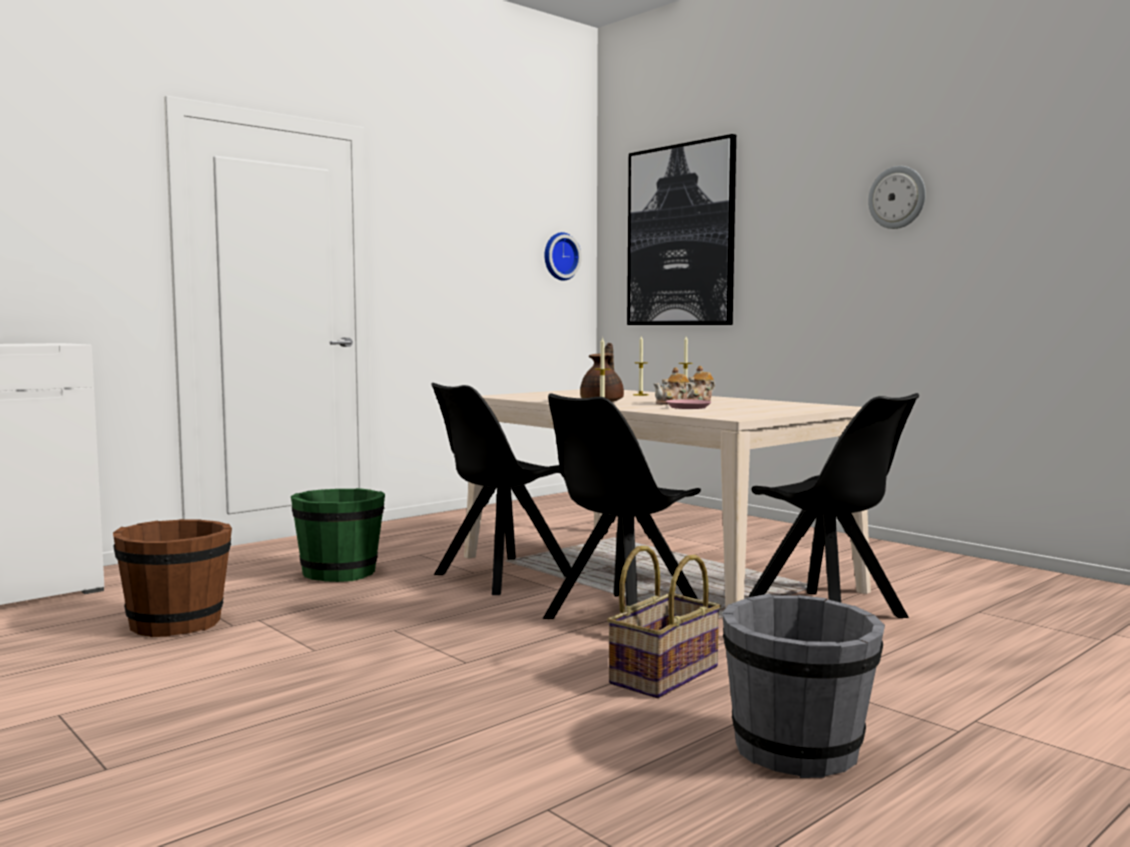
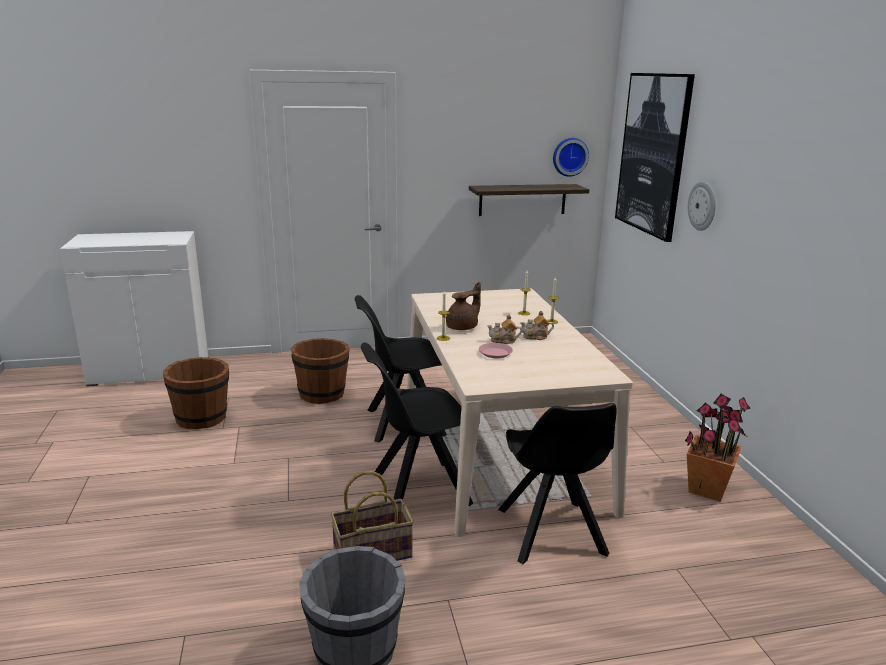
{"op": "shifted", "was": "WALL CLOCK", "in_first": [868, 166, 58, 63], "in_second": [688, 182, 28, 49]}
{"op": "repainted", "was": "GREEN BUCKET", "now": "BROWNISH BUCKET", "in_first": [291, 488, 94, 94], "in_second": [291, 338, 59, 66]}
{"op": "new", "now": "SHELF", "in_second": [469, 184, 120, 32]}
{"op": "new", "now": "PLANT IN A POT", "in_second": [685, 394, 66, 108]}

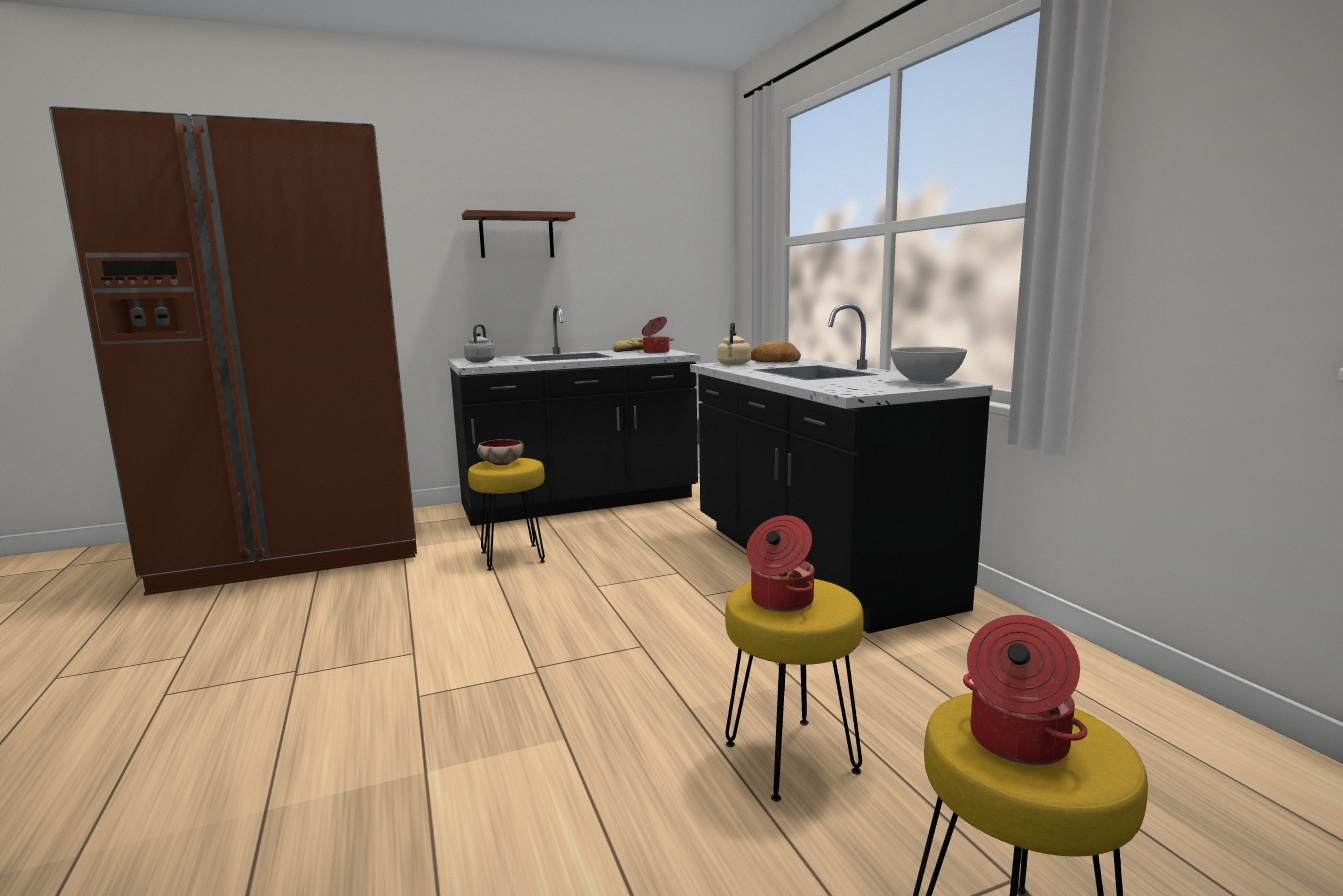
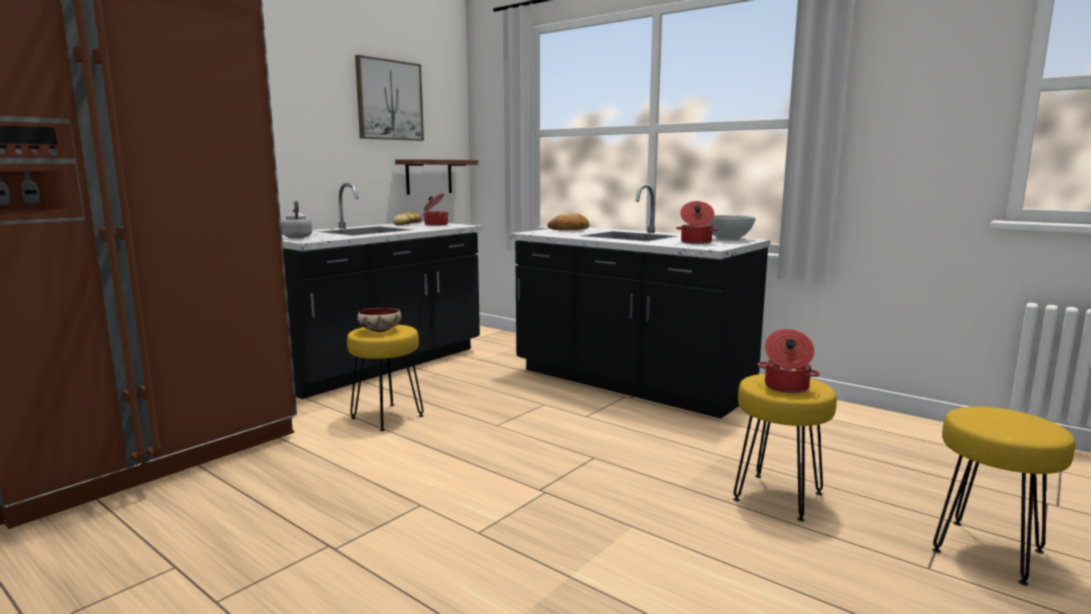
{"op": "shifted", "was": "SHELF", "in_first": [462, 210, 113, 48], "in_second": [395, 159, 83, 36]}
{"op": "gone", "was": "SAND-COLOURED KETTLE", "in_first": [717, 322, 34, 43]}
{"op": "shifted", "was": "SAUCEPOT", "in_first": [963, 615, 124, 150], "in_second": [676, 201, 42, 43]}
{"op": "new", "now": "PICTURE", "in_second": [355, 55, 69, 86]}

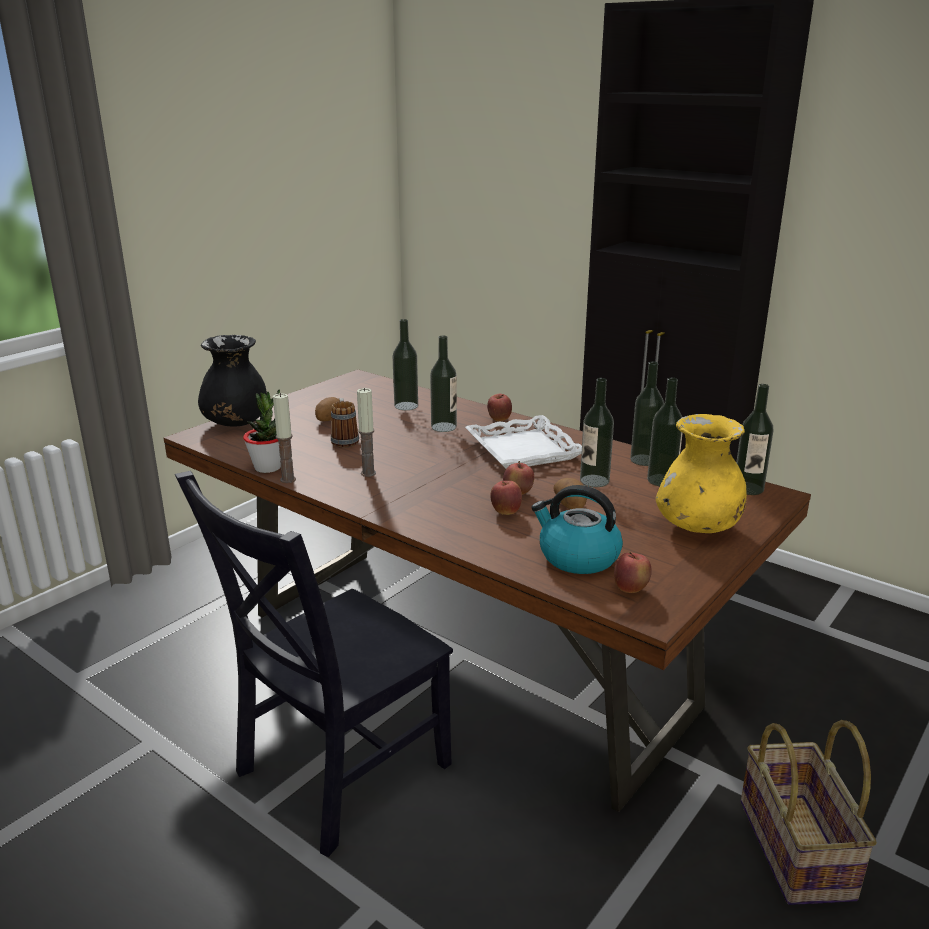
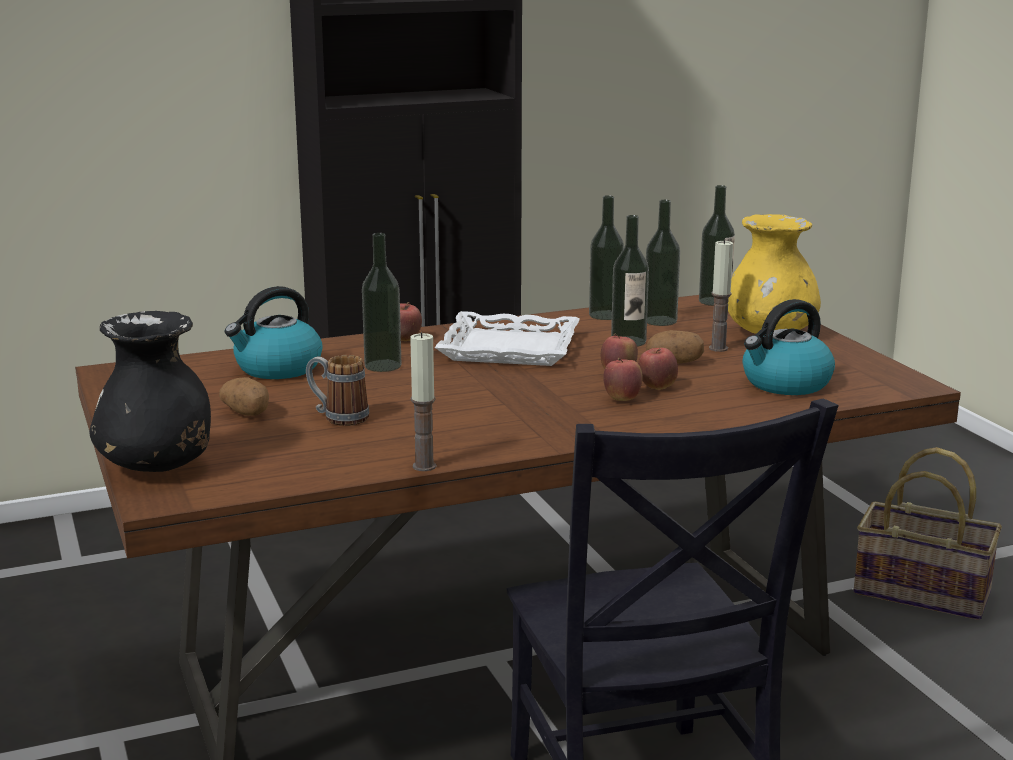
{"op": "swapped", "was": "BEVERAGE BOTTLE", "now": "KETTLE", "in_first": [392, 319, 26, 91], "in_second": [225, 286, 97, 93]}
{"op": "shifted", "was": "WAX CANDLE", "in_first": [357, 388, 19, 89], "in_second": [709, 239, 24, 113]}
{"op": "gone", "was": "PLANT IN A POT", "in_first": [243, 390, 38, 83]}
{"op": "shifted", "was": "APPLE", "in_first": [614, 552, 38, 41], "in_second": [603, 358, 39, 43]}

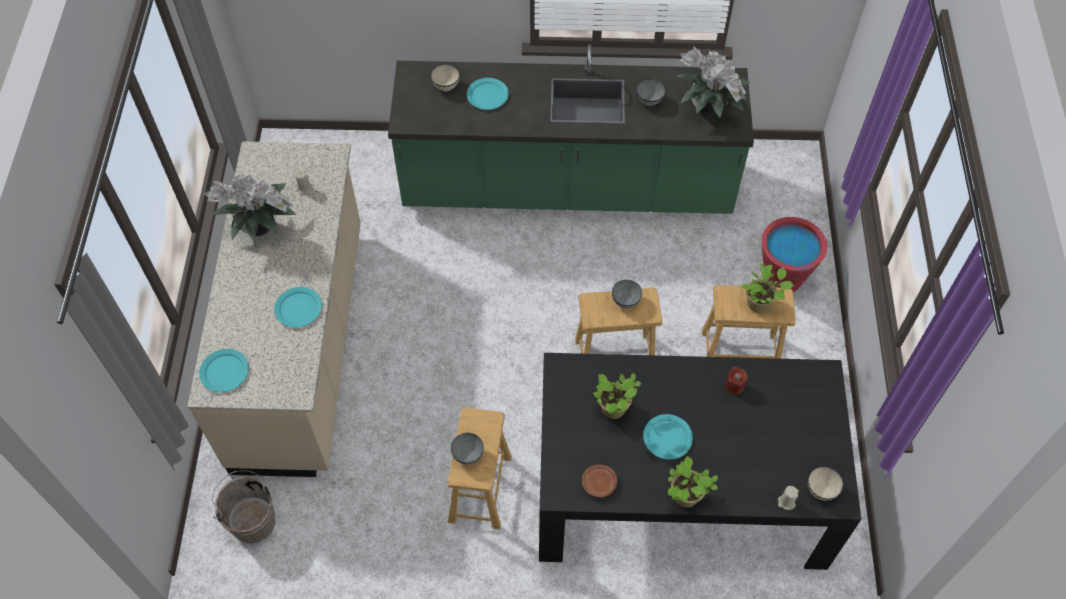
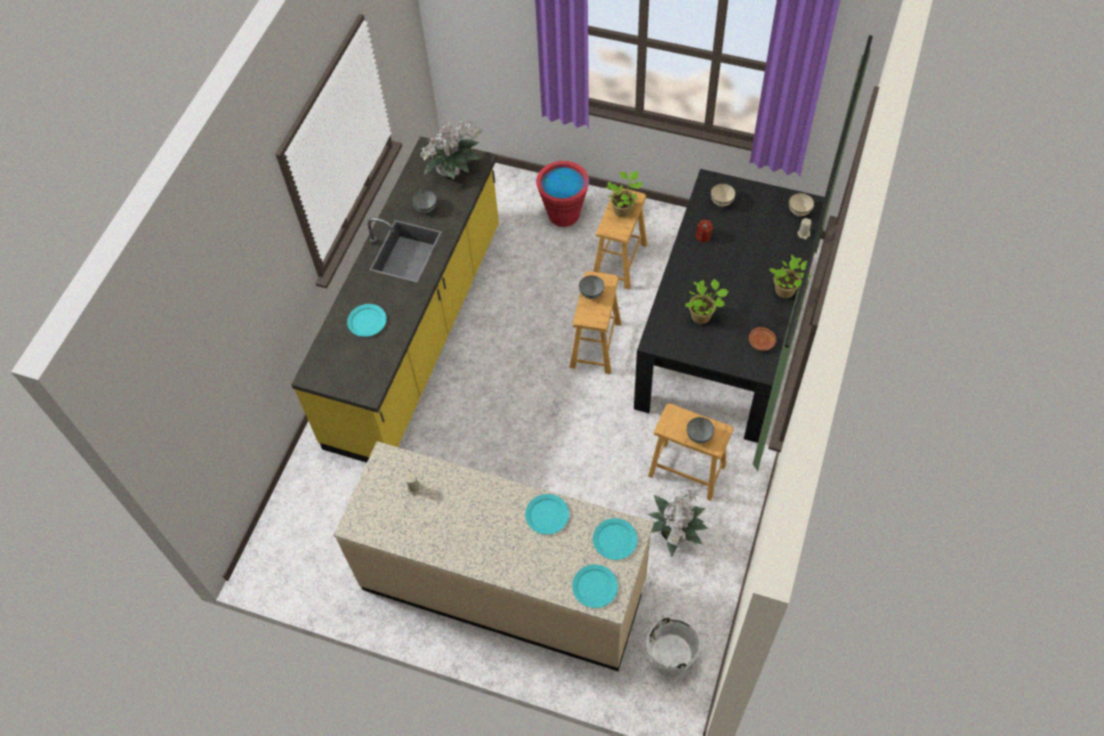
{"op": "repainted", "was": "GREEN KITCHEN BASE UNIT", "now": "YELLOW KITCHEN BASE UNIT", "in_first": [388, 44, 366, 170], "in_second": [291, 136, 208, 327]}
{"op": "shifted", "was": "SAND-COLOURED SERVING BOWL", "in_first": [431, 65, 28, 26], "in_second": [711, 183, 25, 24]}
{"op": "shifted", "was": "PLANT IN A POT", "in_first": [204, 175, 92, 67], "in_second": [648, 482, 60, 75]}
{"op": "shifted", "was": "TURQUOISE FLAT DISH", "in_first": [643, 414, 50, 46], "in_second": [593, 518, 45, 42]}
{"op": "repainted", "was": "BROWNISH BUCKET", "now": "WHITE-COLOURED BUCKET", "in_first": [212, 470, 63, 73], "in_second": [640, 616, 61, 60]}

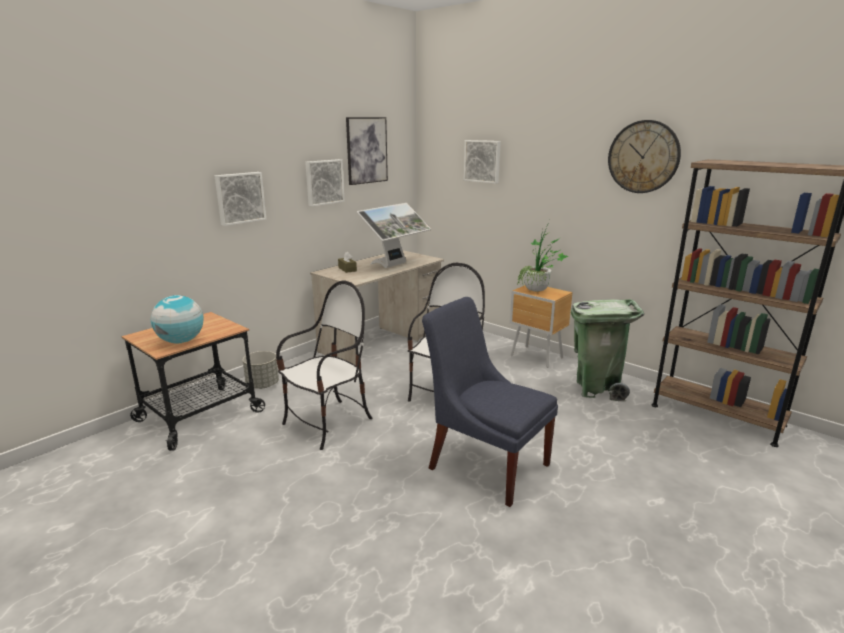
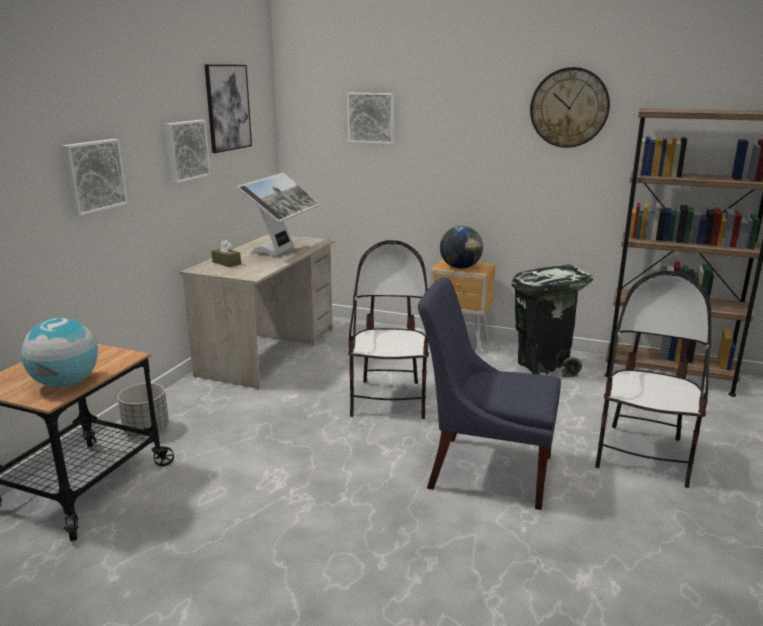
{"op": "swapped", "was": "PLANT IN A POT", "now": "WORLD GLOBE", "in_first": [518, 222, 51, 70], "in_second": [440, 226, 43, 43]}
{"op": "shifted", "was": "UPRIGHT CHAIR", "in_first": [276, 281, 96, 169], "in_second": [595, 270, 116, 218]}
{"op": "repainted", "was": "GREEN TRASH CAN", "now": "BLACKISH TRASH CAN", "in_first": [571, 299, 73, 103], "in_second": [512, 264, 81, 114]}

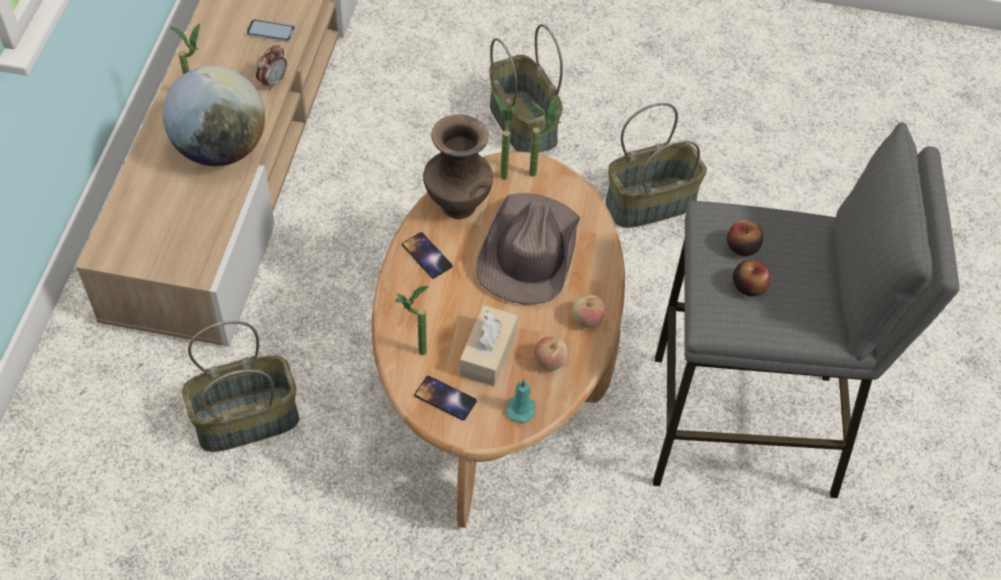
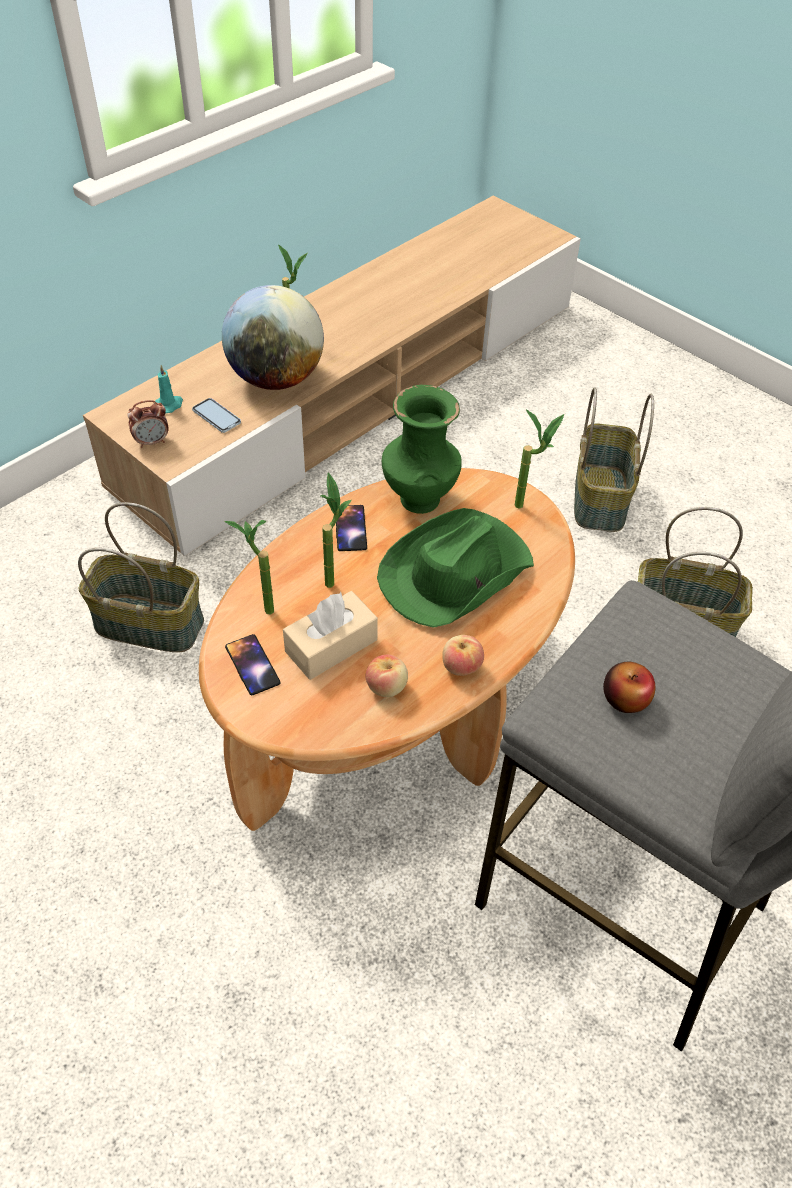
{"op": "shifted", "was": "TELEPHONE", "in_first": [246, 19, 49, 23], "in_second": [192, 398, 49, 35]}
{"op": "shifted", "was": "TABLE CLOCK", "in_first": [256, 45, 31, 45], "in_second": [127, 400, 42, 48]}
{"op": "shifted", "was": "PLANT IN A POT", "in_first": [494, 93, 21, 87], "in_second": [321, 473, 31, 115]}
{"op": "repainted", "was": "BROWNISH FLOWER VASE", "now": "GREEN FLOWER VASE", "in_first": [423, 114, 70, 105], "in_second": [382, 385, 80, 129]}
{"op": "repainted", "was": "BROWNISH WEARABLE HAT", "now": "GREEN WEARABLE HAT", "in_first": [476, 193, 104, 112], "in_second": [377, 508, 157, 120]}
{"op": "gone", "was": "APPLE", "in_first": [727, 220, 36, 36]}
{"op": "shifted", "was": "TURQUOISE WAX CANDLE", "in_first": [505, 379, 30, 44], "in_second": [155, 365, 28, 49]}

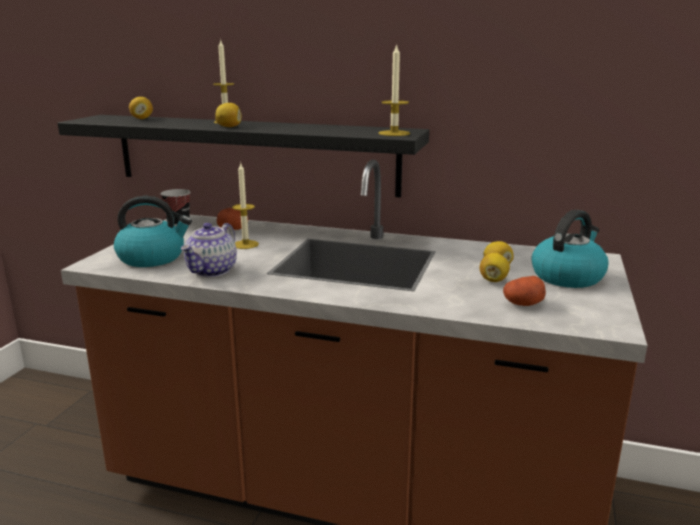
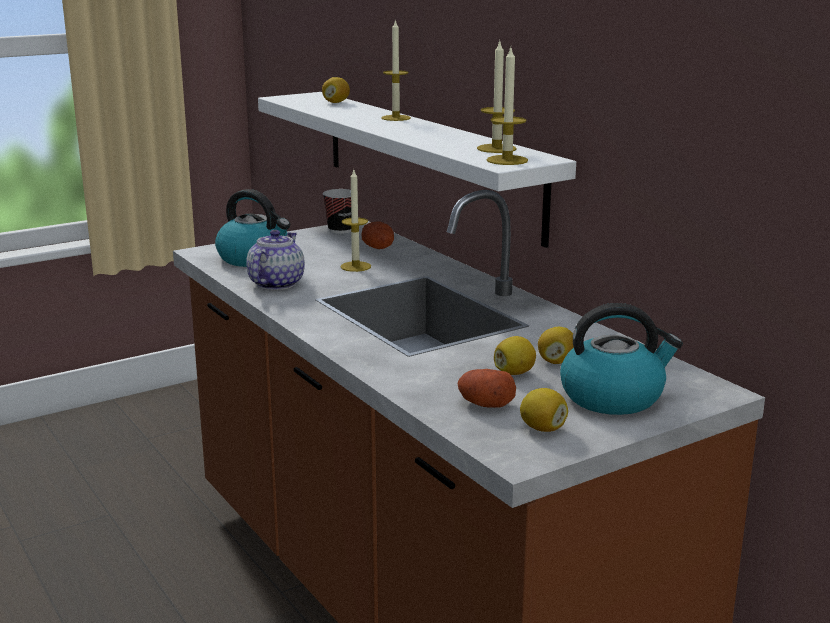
{"op": "shifted", "was": "WHOLE LEMON", "in_first": [215, 103, 27, 24], "in_second": [520, 388, 48, 44]}
{"op": "repainted", "was": "BLACKISH SHELF", "now": "WHITE-COLOURED SHELF", "in_first": [57, 115, 372, 83], "in_second": [258, 92, 318, 156]}
{"op": "rotated", "was": "POT FOR TEA", "in_first": [181, 223, 56, 54], "in_second": [246, 230, 59, 60], "clockwise": 135}
{"op": "new", "now": "WAX CANDLE", "in_second": [477, 40, 40, 113]}

